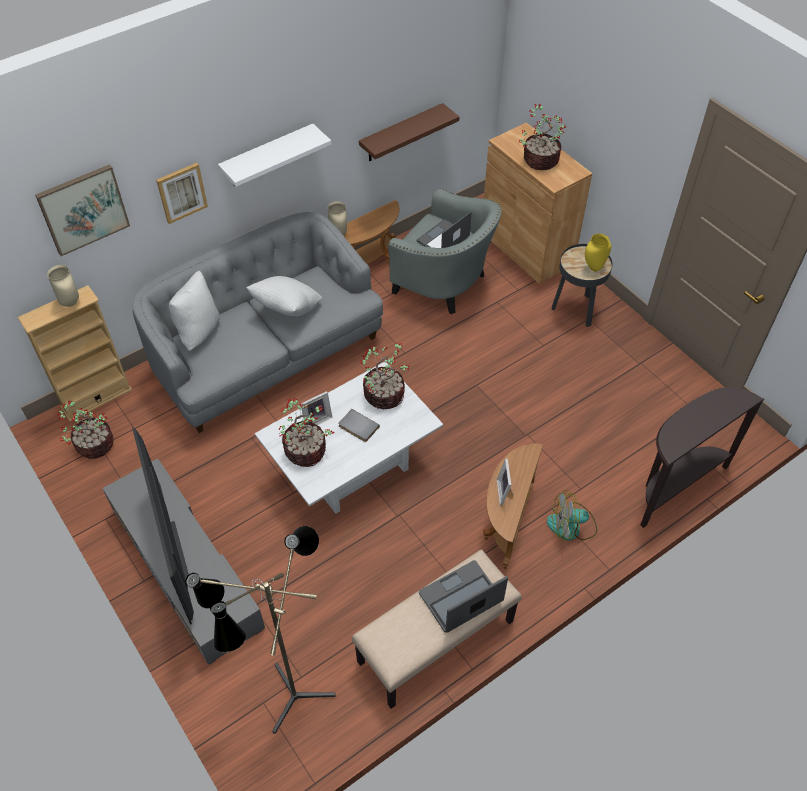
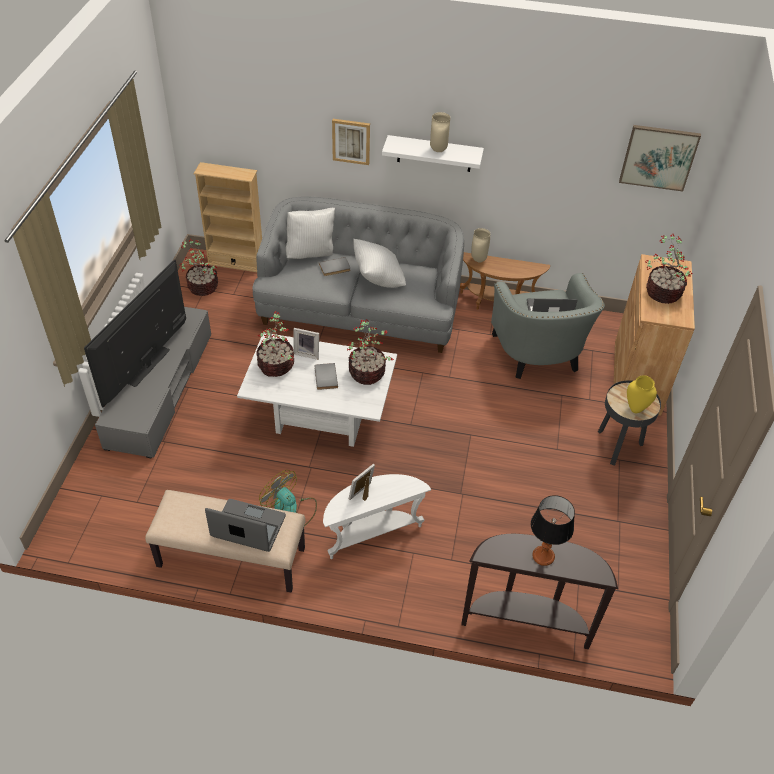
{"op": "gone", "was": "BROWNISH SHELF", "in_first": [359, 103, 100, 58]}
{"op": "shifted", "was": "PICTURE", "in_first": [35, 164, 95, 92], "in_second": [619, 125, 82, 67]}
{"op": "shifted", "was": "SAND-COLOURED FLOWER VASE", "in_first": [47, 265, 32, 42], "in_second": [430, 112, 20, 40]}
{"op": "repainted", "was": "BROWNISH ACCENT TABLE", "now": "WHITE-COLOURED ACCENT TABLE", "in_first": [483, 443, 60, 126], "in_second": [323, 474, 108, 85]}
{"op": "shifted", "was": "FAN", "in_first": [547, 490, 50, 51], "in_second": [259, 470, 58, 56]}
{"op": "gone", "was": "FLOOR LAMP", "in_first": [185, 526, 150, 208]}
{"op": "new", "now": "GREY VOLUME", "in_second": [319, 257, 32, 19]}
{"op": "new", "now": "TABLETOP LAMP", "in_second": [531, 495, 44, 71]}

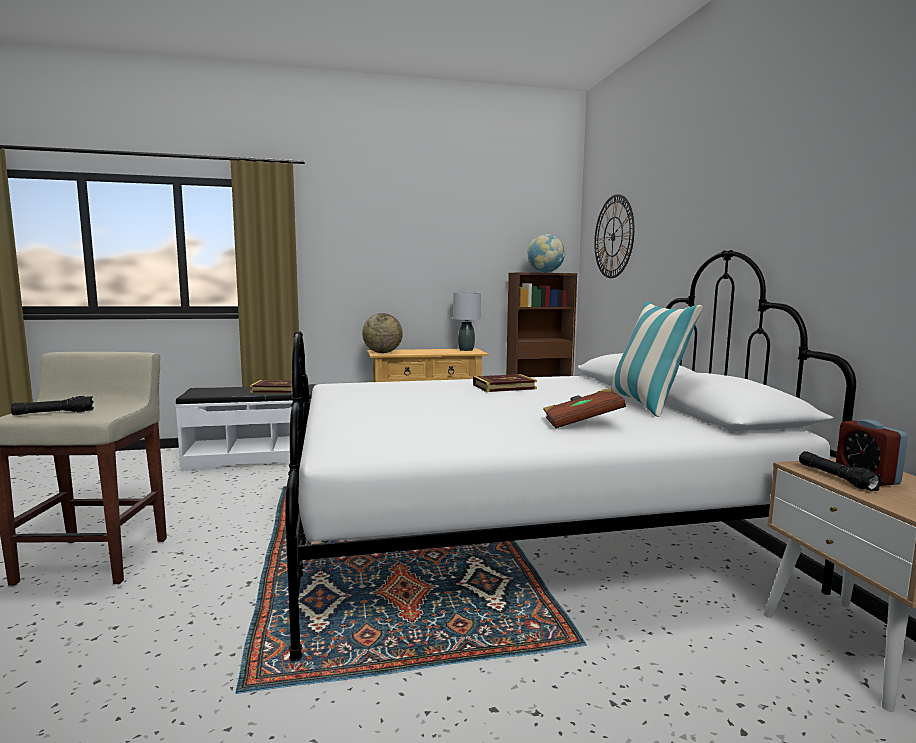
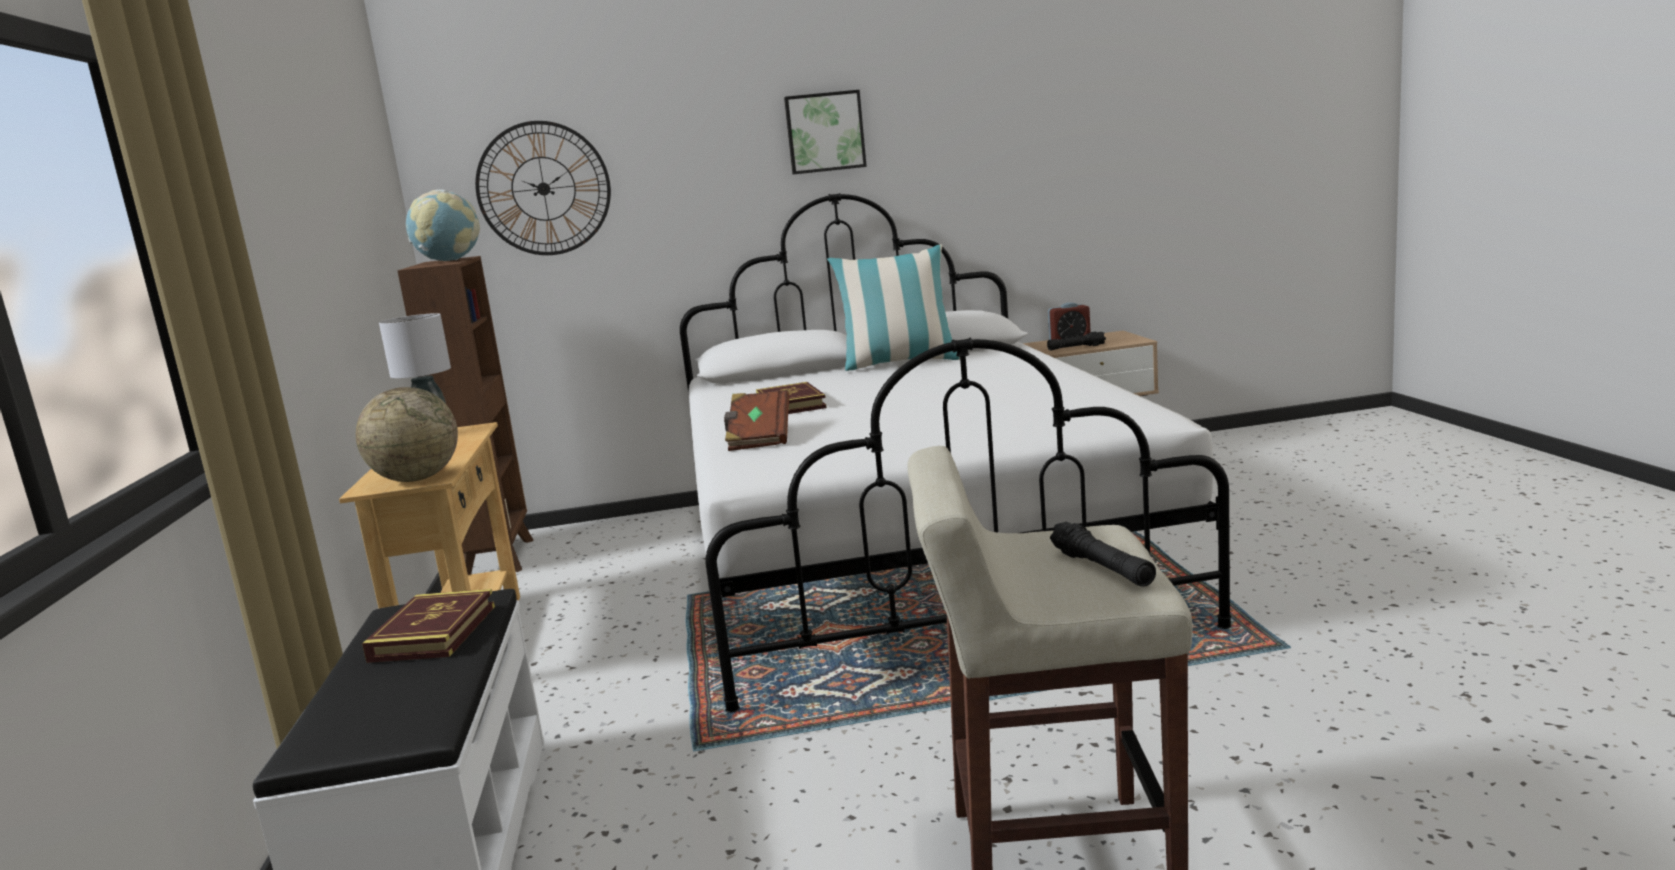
{"op": "shifted", "was": "BROWNISH VOLUME", "in_first": [543, 388, 83, 40], "in_second": [724, 390, 65, 61]}
{"op": "new", "now": "PICTURE", "in_second": [784, 90, 83, 85]}

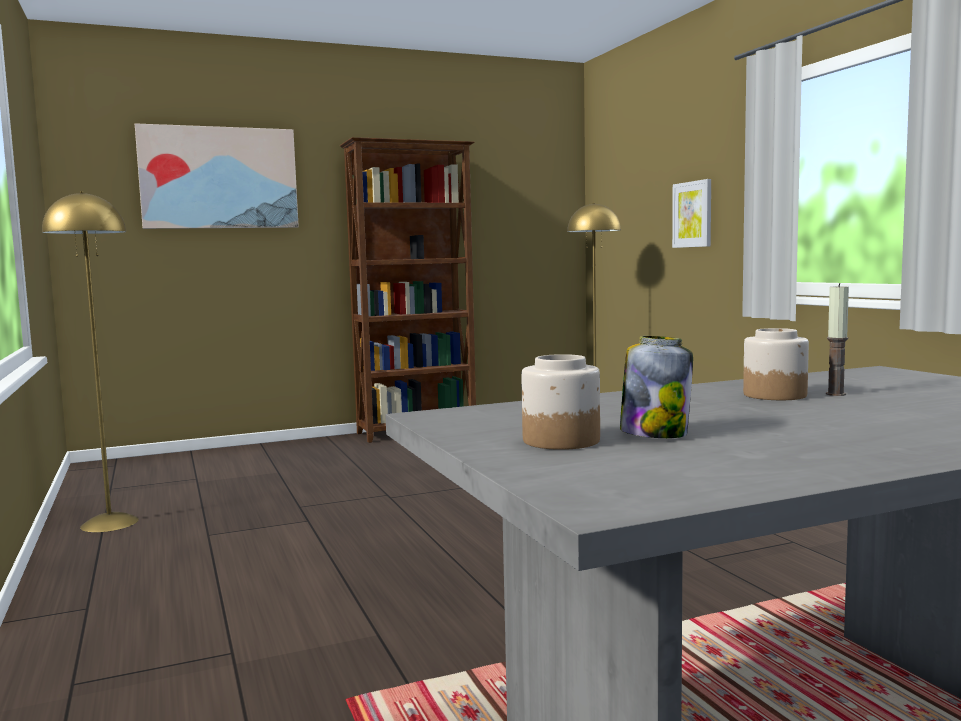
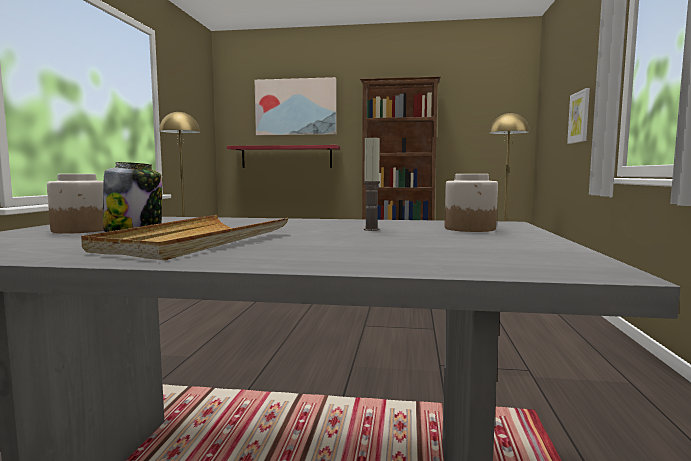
{"op": "shifted", "was": "JAR", "in_first": [743, 328, 66, 72], "in_second": [444, 174, 54, 58]}
{"op": "new", "now": "REDDISH SHELF", "in_second": [227, 145, 113, 23]}
{"op": "new", "now": "SAND-COLOURED CARRYING TRAY", "in_second": [81, 215, 207, 45]}

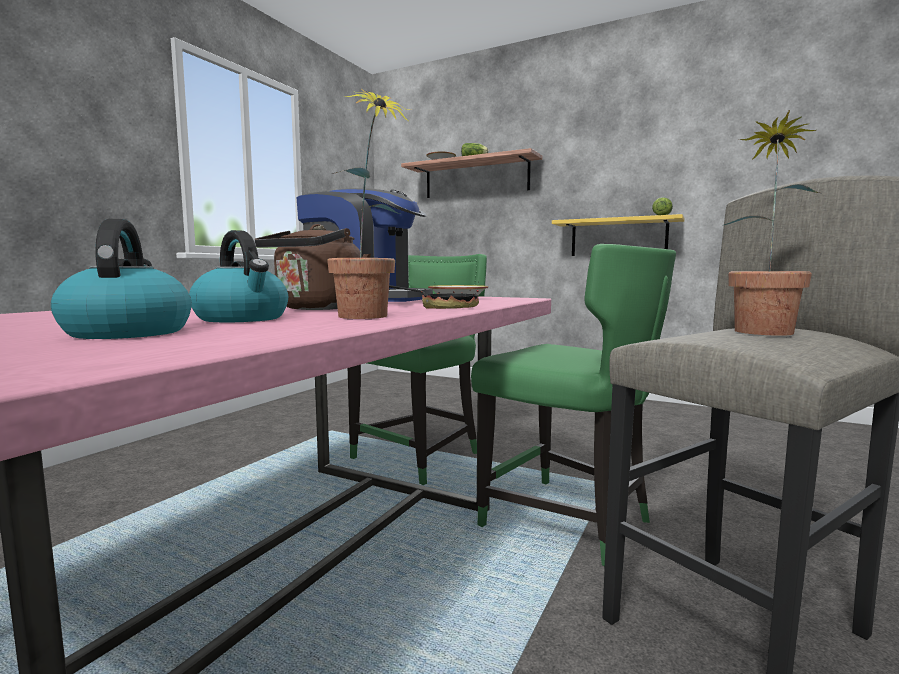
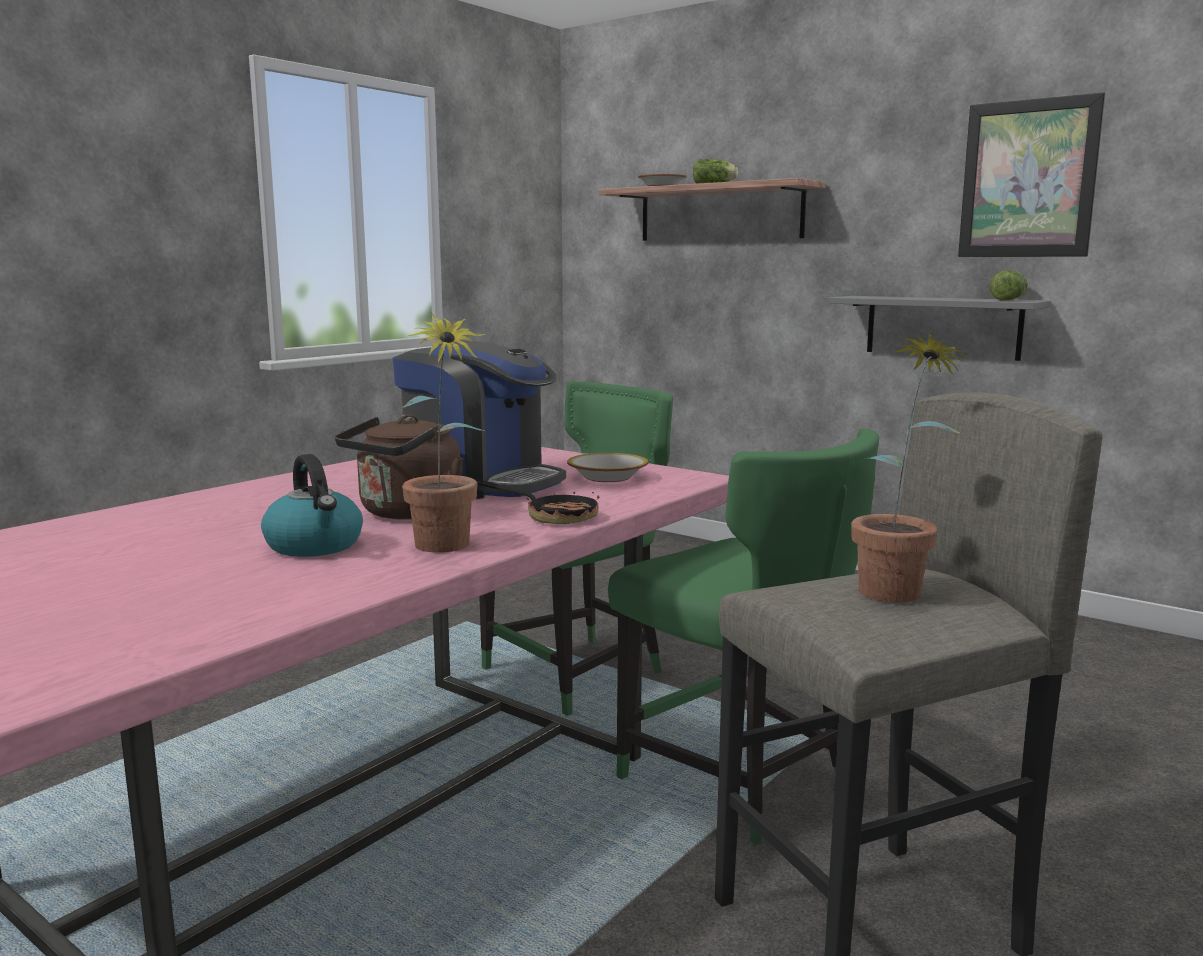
{"op": "repainted", "was": "YELLOW SHELF", "now": "GREY SHELF", "in_first": [552, 214, 133, 42], "in_second": [829, 296, 222, 65]}
{"op": "gone", "was": "KETTLE", "in_first": [51, 219, 141, 120]}
{"op": "new", "now": "PICTURE", "in_second": [958, 93, 147, 164]}

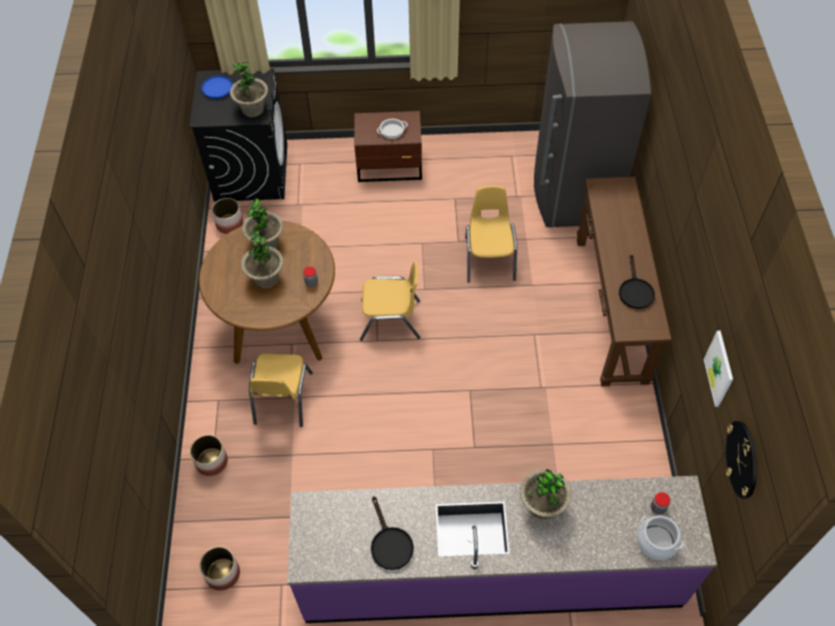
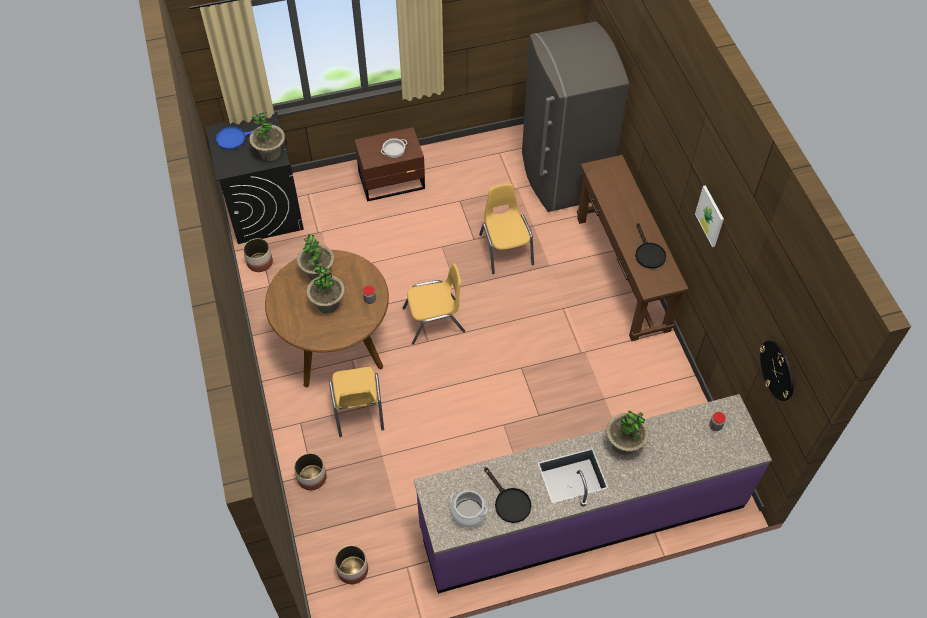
{"op": "shifted", "was": "PICTURE", "in_first": [704, 331, 29, 76], "in_second": [695, 185, 29, 62]}
{"op": "shifted", "was": "SAUCEPOT", "in_first": [637, 516, 47, 44], "in_second": [450, 490, 38, 38]}

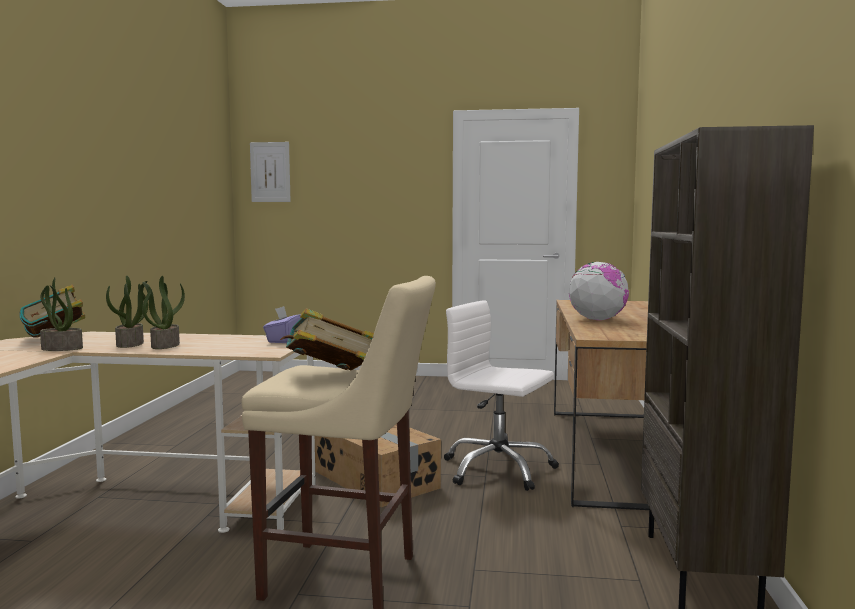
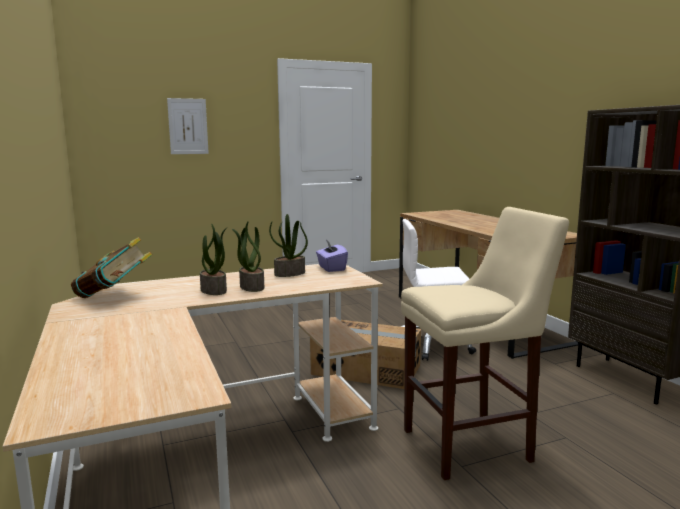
{"op": "shifted", "was": "PICTURE", "in_first": [250, 142, 41, 60], "in_second": [167, 98, 42, 56]}
{"op": "gone", "was": "WORLD GLOBE", "in_first": [569, 262, 60, 58]}
{"op": "shifted", "was": "PLANT IN A POT", "in_first": [40, 278, 43, 73], "in_second": [269, 214, 39, 63]}
{"op": "gone", "was": "VOLUME", "in_first": [280, 308, 94, 63]}

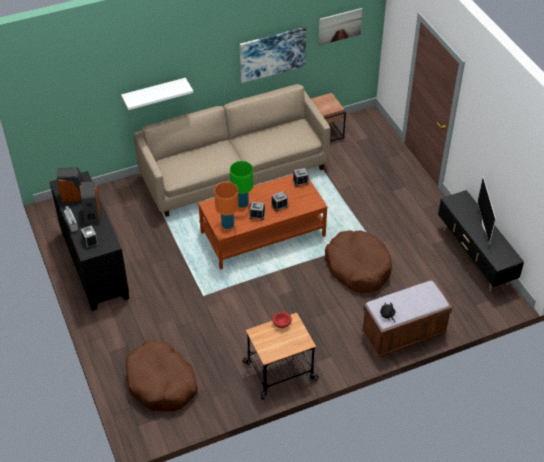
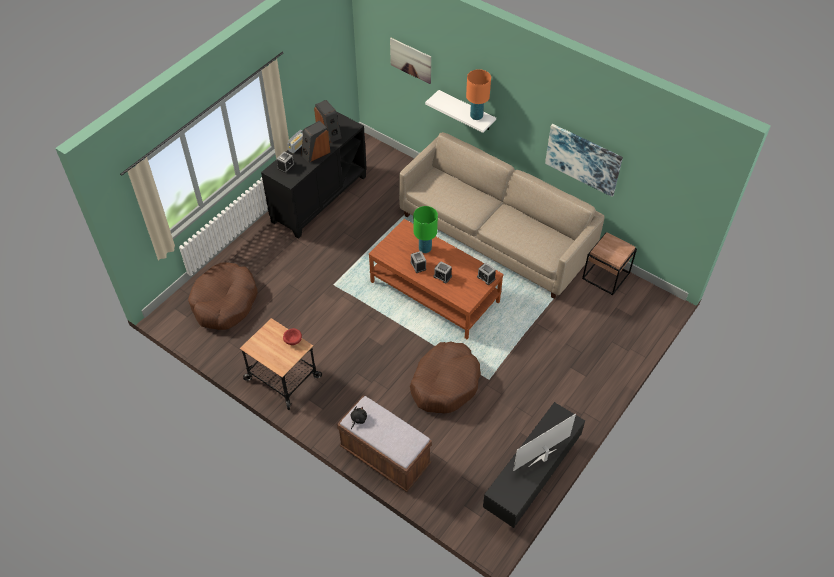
{"op": "shifted", "was": "PICTURE", "in_first": [318, 8, 44, 37], "in_second": [390, 38, 41, 46]}
{"op": "shifted", "was": "ORANGE-COLOURED TABLETOP LAMP", "in_first": [214, 182, 25, 47], "in_second": [466, 69, 25, 51]}

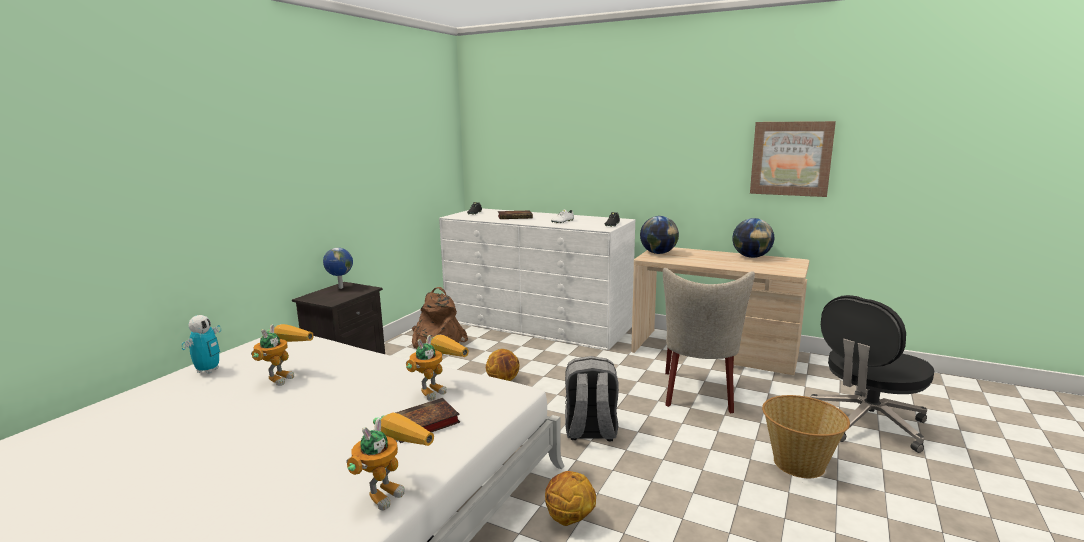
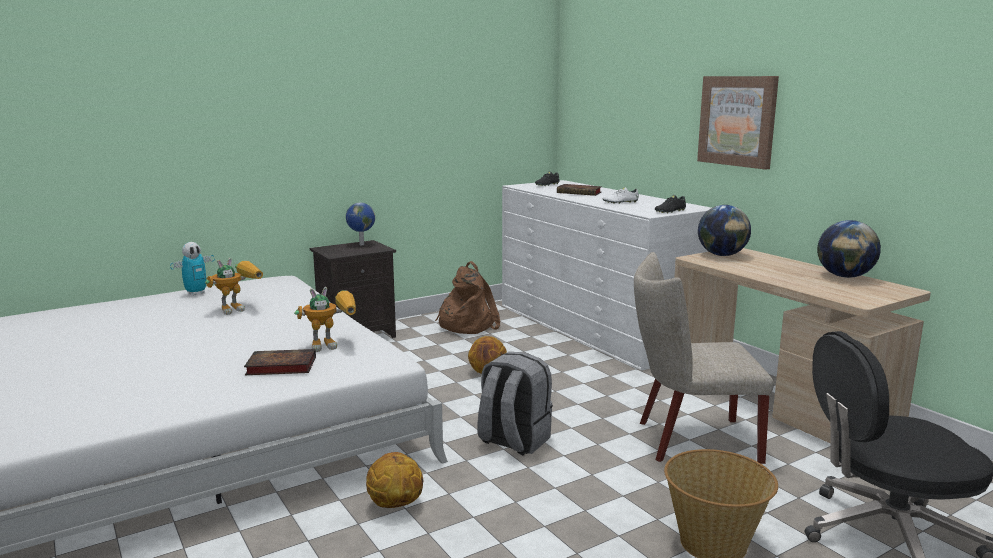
{"op": "shifted", "was": "PICTURE", "in_first": [750, 121, 86, 76], "in_second": [697, 76, 82, 94]}
{"op": "rotated", "was": "SAND-COLOURED UPRIGHT CHAIR", "in_first": [663, 268, 92, 145], "in_second": [634, 252, 140, 212], "clockwise": 45}
{"op": "gone", "was": "ROBOT FIGURE", "in_first": [346, 412, 88, 98]}

